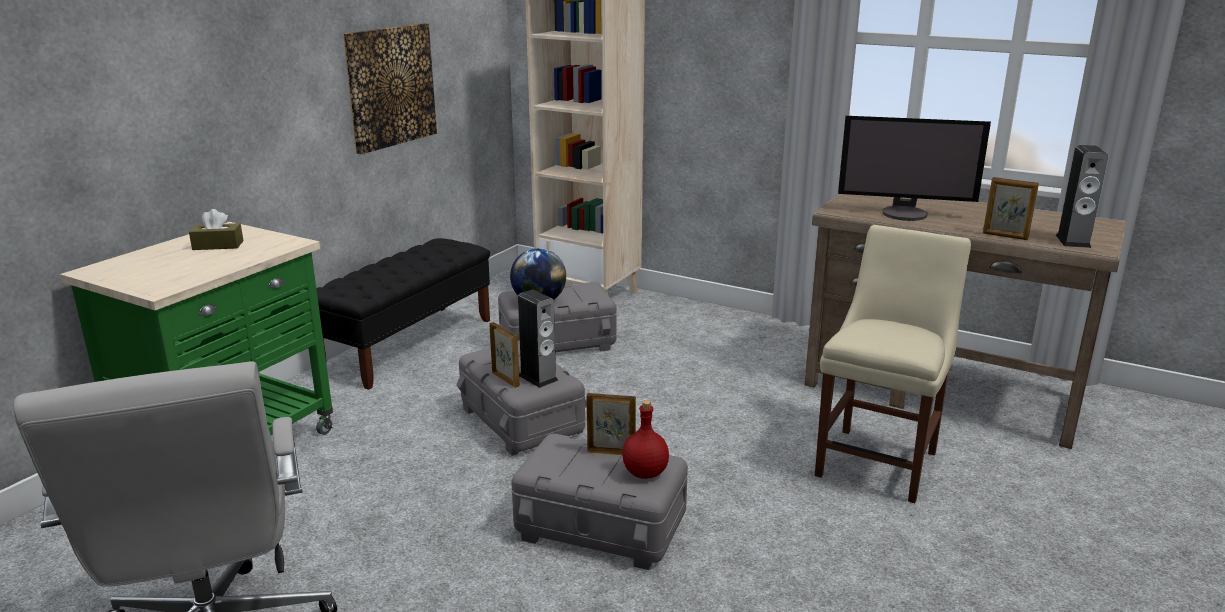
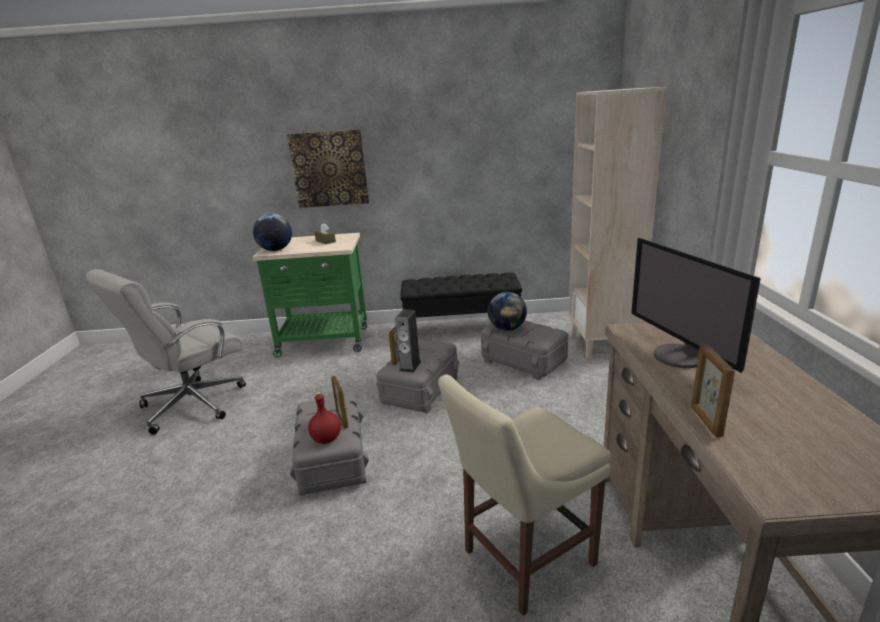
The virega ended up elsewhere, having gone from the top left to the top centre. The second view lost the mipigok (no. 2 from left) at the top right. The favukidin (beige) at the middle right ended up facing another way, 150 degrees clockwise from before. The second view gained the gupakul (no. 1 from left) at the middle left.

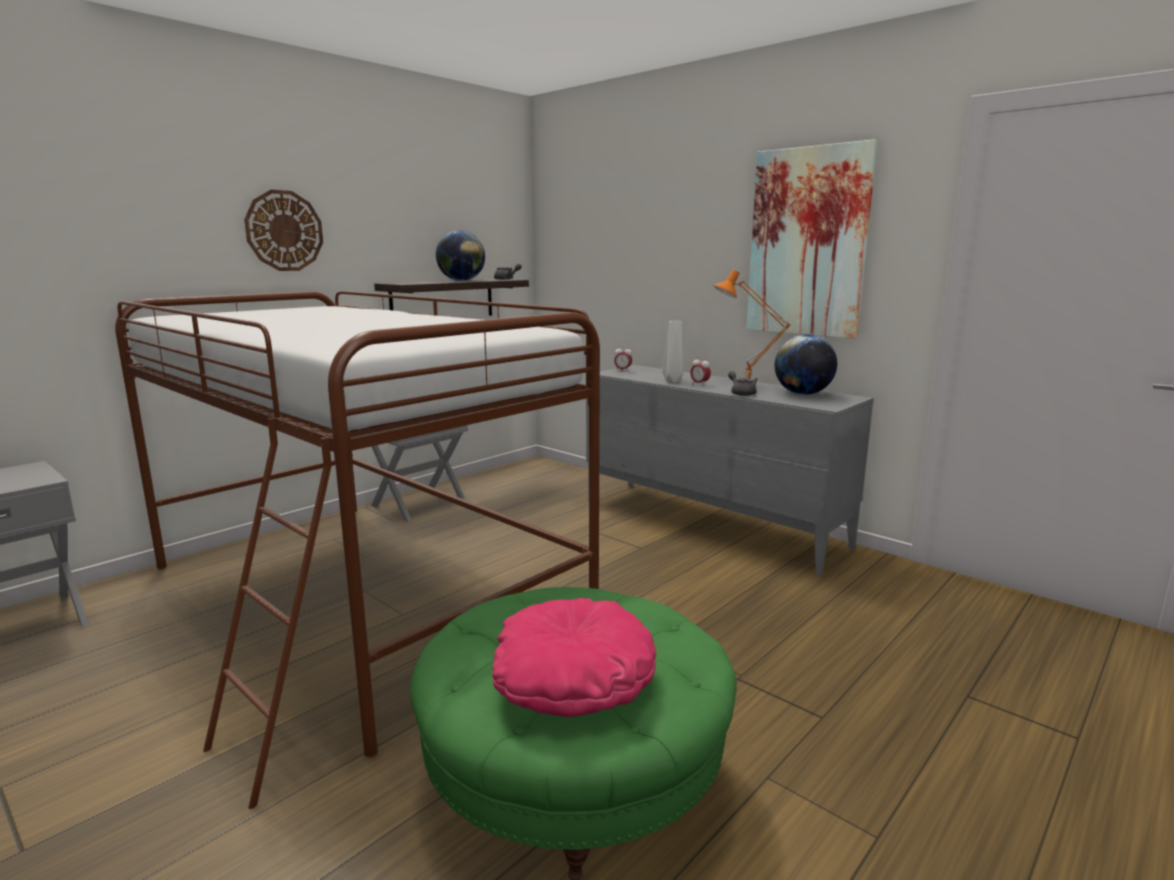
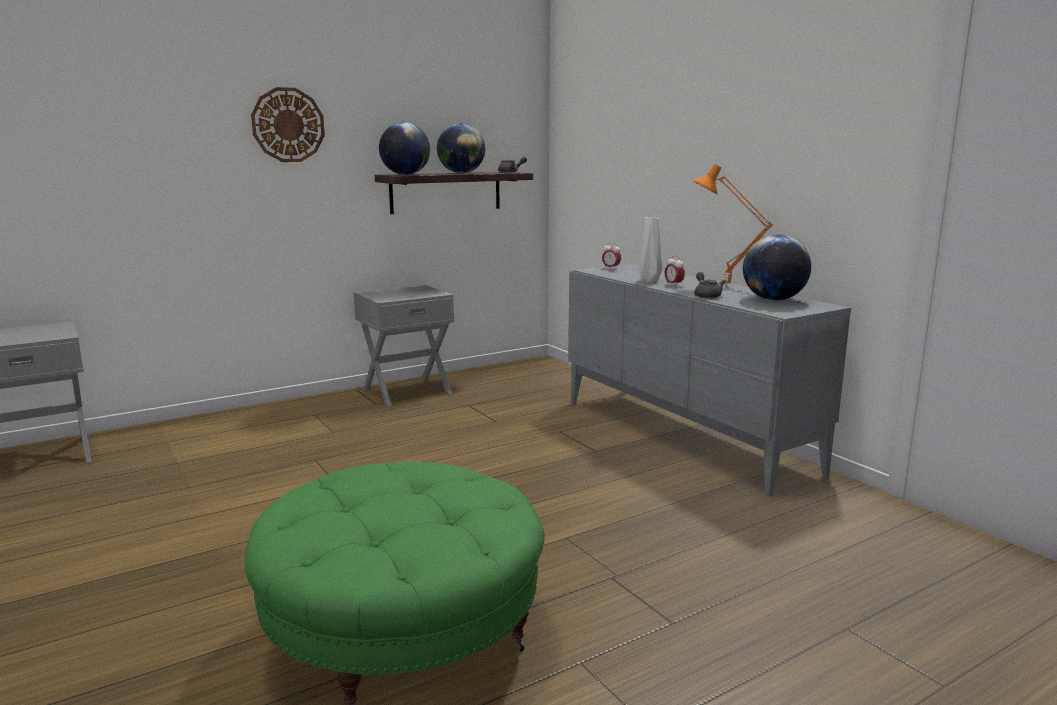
The second view lost the virega at the top right. The second view lost the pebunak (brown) at the middle left. The second view lost the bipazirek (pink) at the bottom centre. The second view gained the gupakul (no. 1 from left) at the top centre.

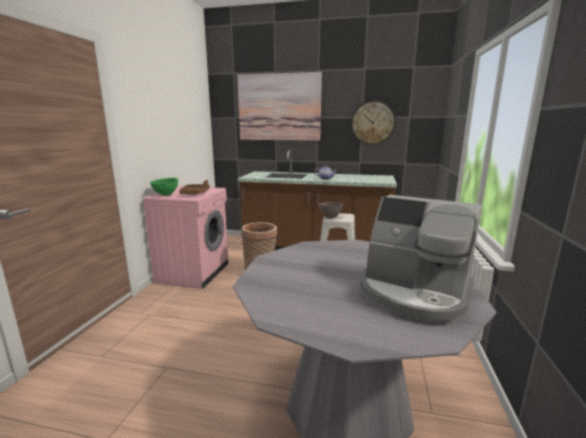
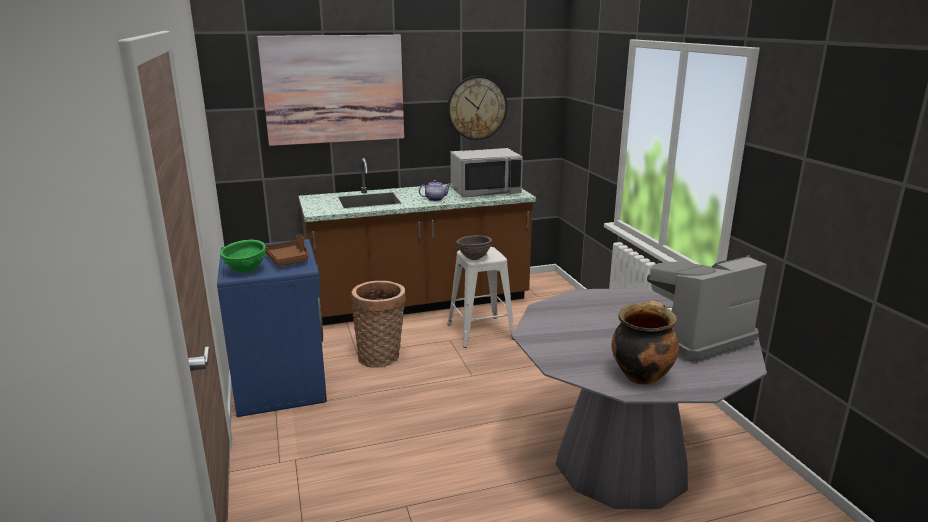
What was the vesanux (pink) at the middle left turned into the vesanux (blue) at the middle left. The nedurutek at the middle right ended up facing another way, 150 degrees clockwise from before. The second view gained the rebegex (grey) at the top centre. The second view gained the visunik at the middle right.

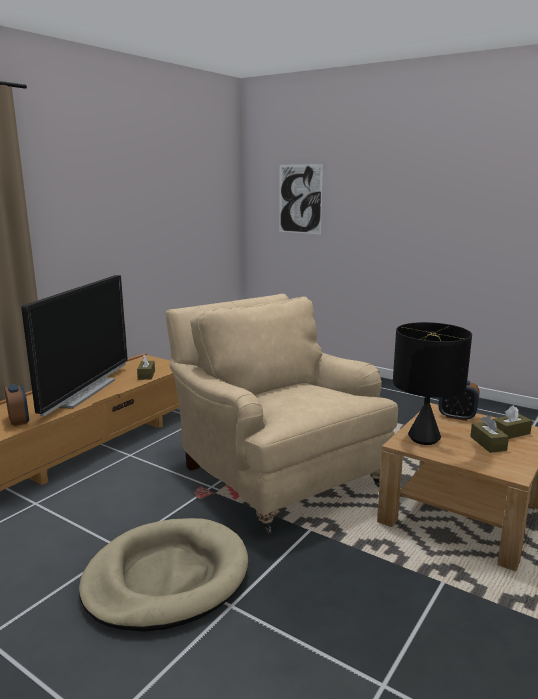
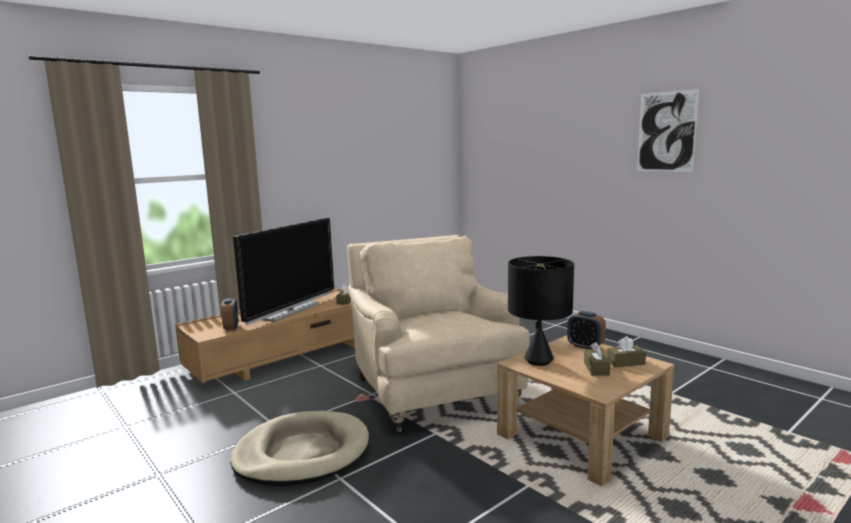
The virega ended up elsewhere, having gone from the top centre to the top right.

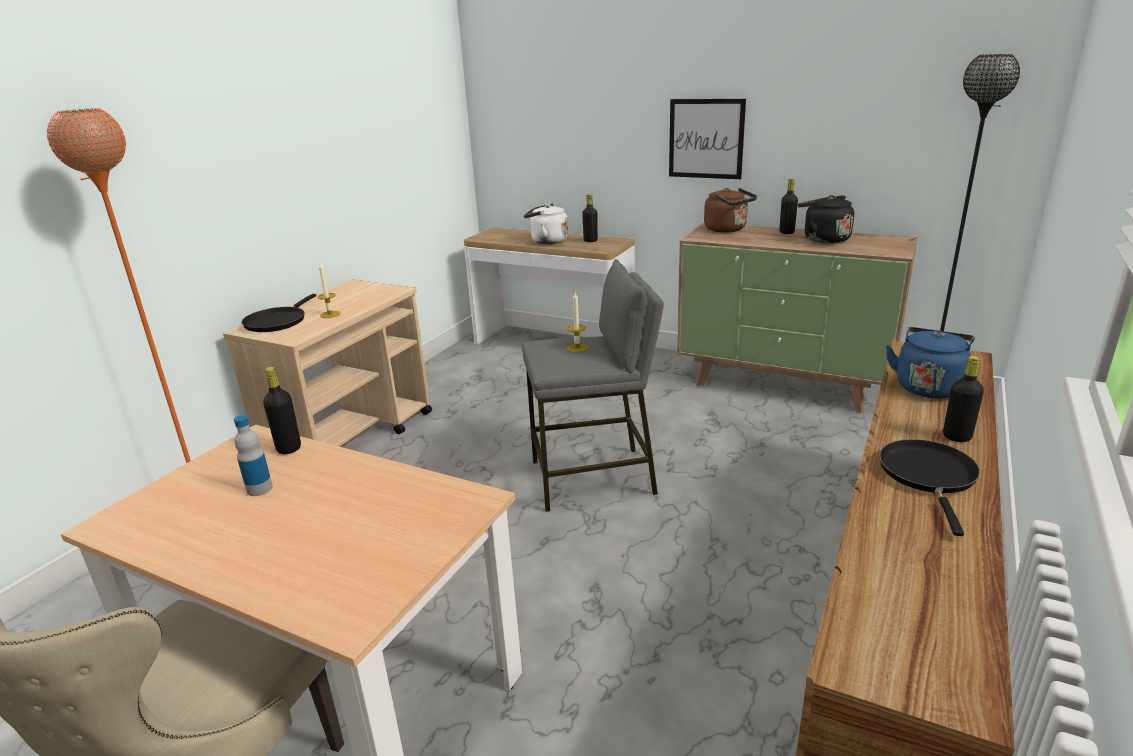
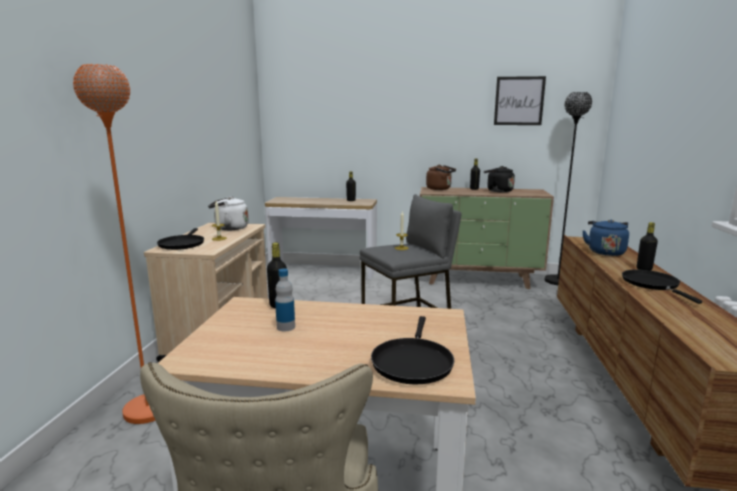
The virega ended up elsewhere, having gone from the top centre to the top right. The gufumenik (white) ended up elsewhere, having gone from the top centre to the middle left. The second view gained the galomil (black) (no. 2 from left) at the bottom centre.

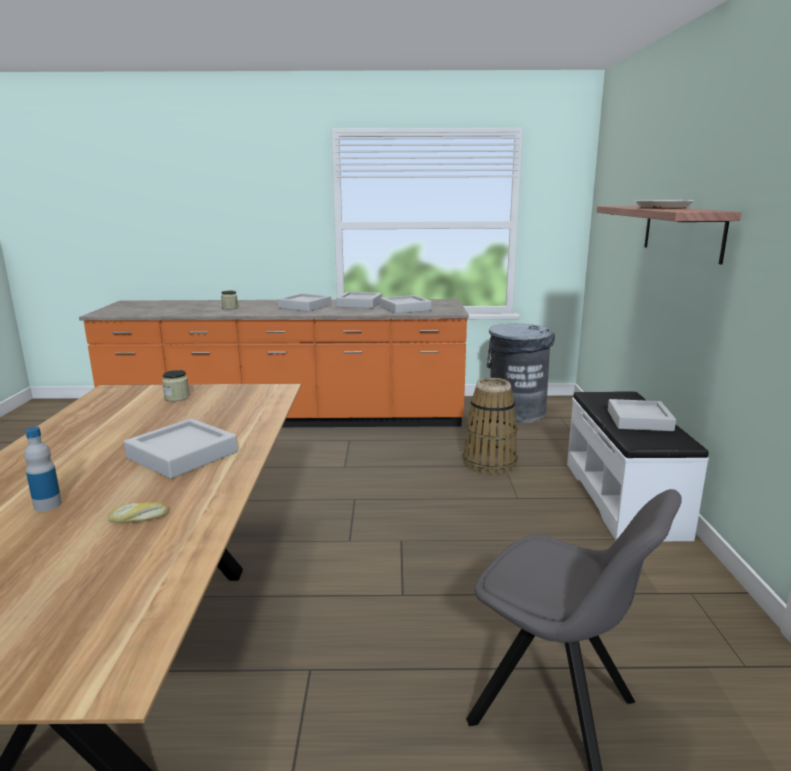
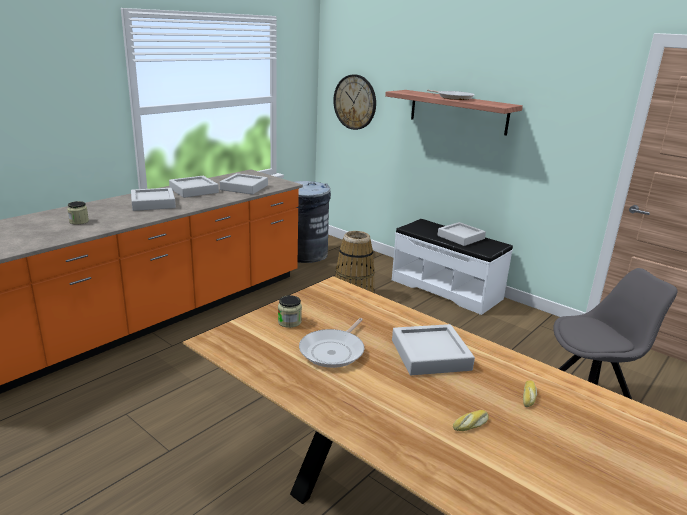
Where the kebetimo stood at the middle left, the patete (no. 1 from left) came to stand at the bottom right. The second view gained the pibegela at the top centre. The second view gained the galomil (no. 1 from left) at the centre.

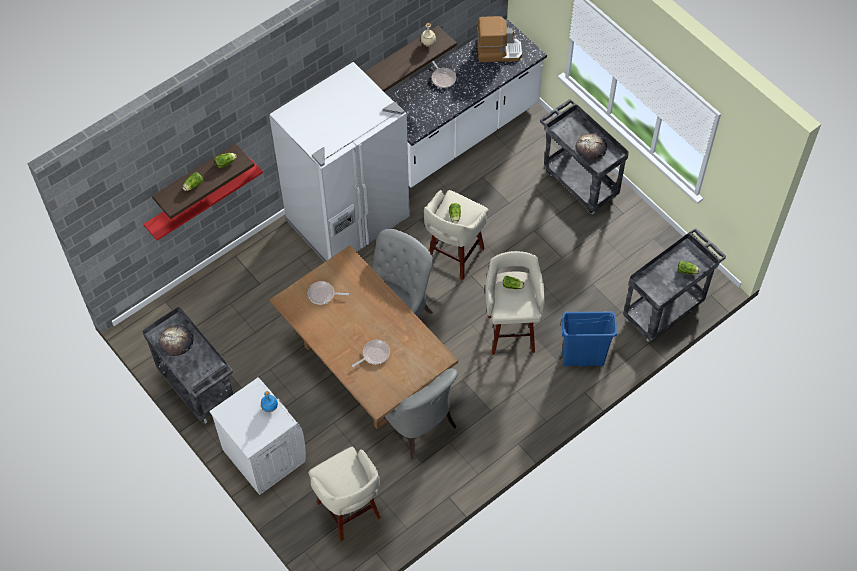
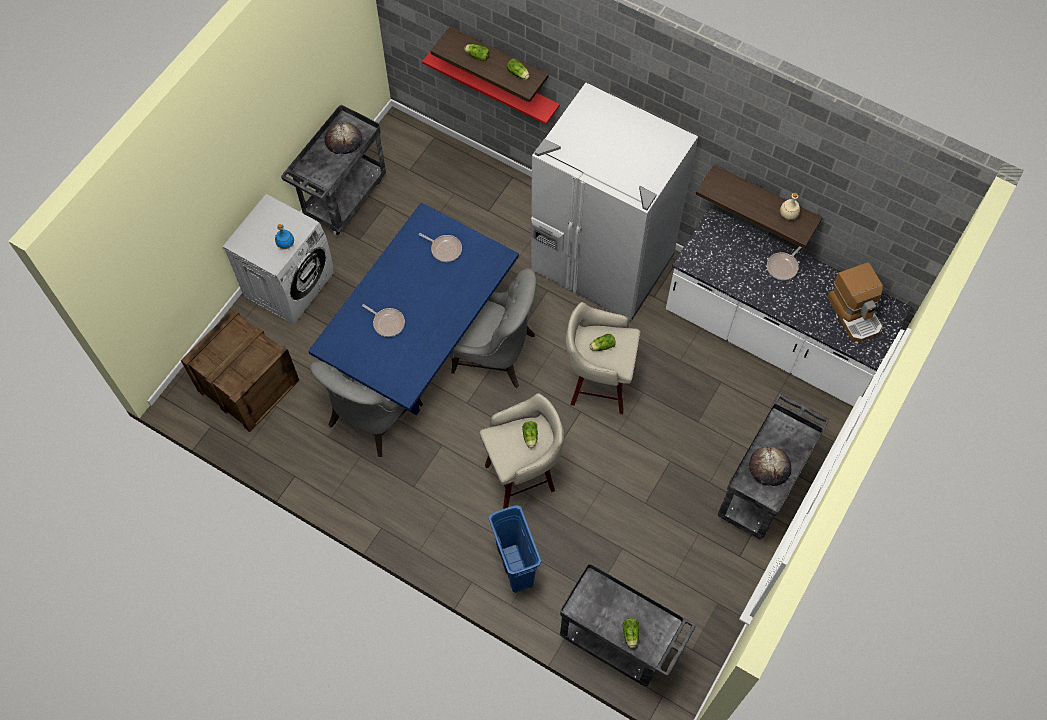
What was the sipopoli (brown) at the centre turned into the sipopoli (blue) at the centre. The galomil (no. 1 from left in the first image) at the centre ended up facing another way, 135 degrees clockwise from before. Where the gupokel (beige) (no. 1 from left) stood at the bottom centre, the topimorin came to stand at the middle left.

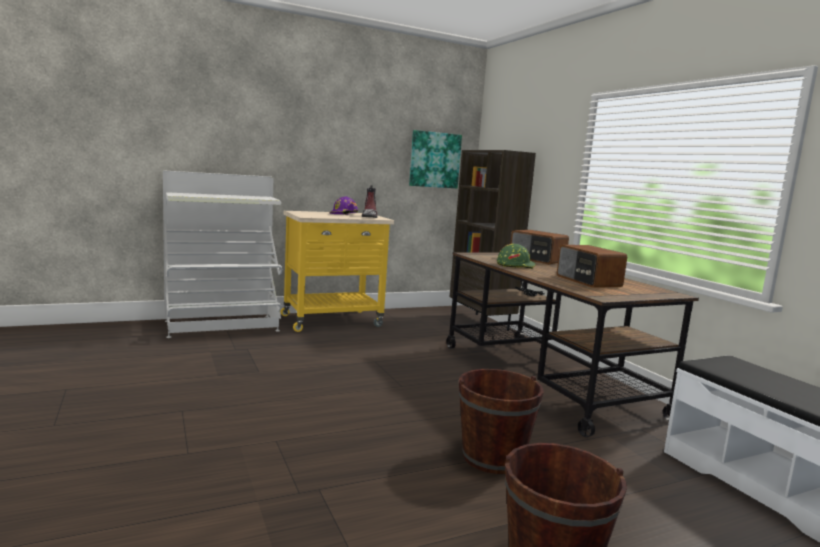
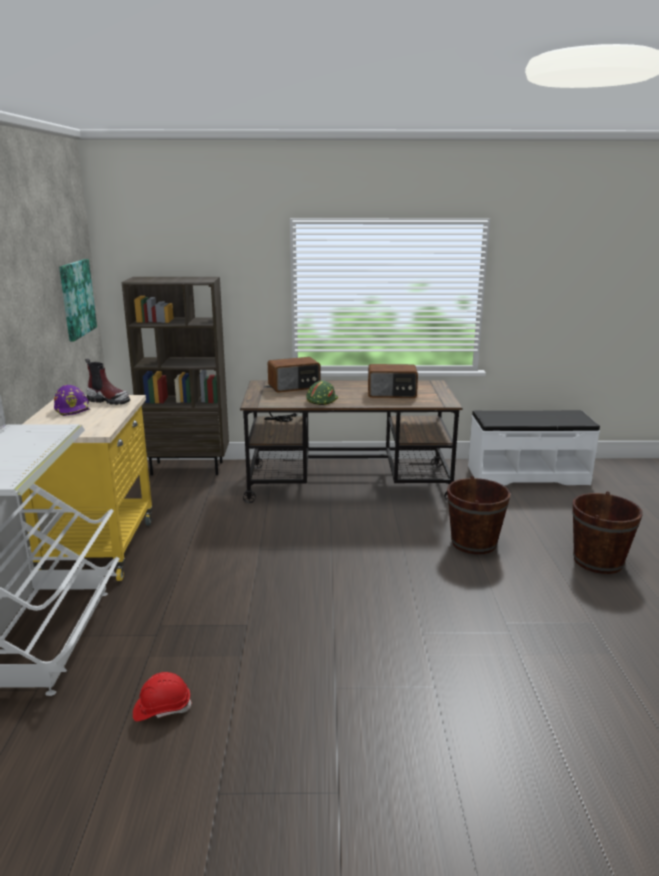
The second view gained the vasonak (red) at the bottom left.

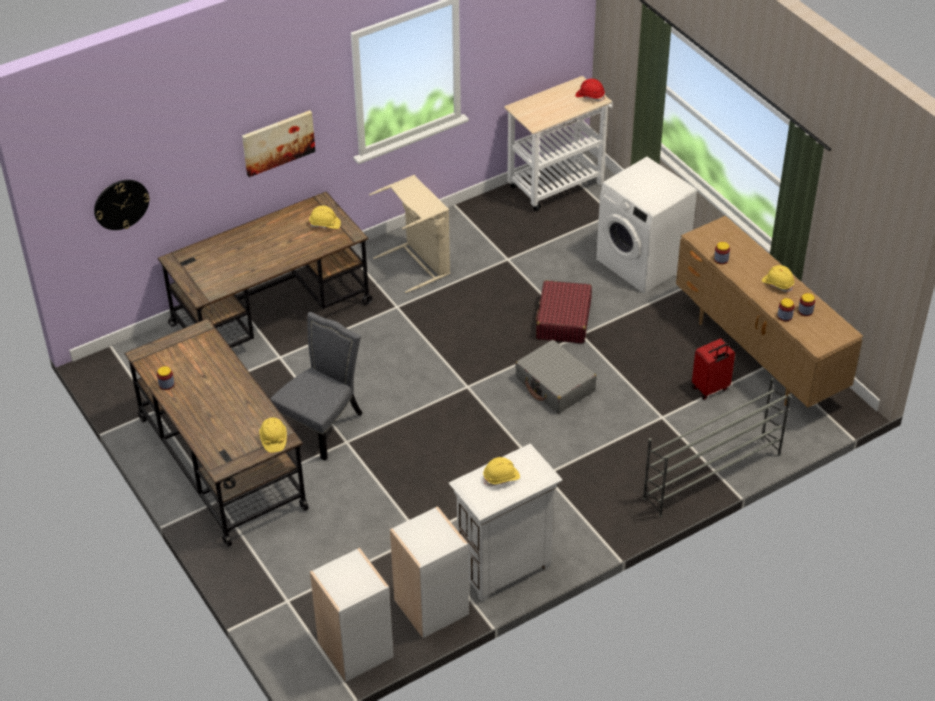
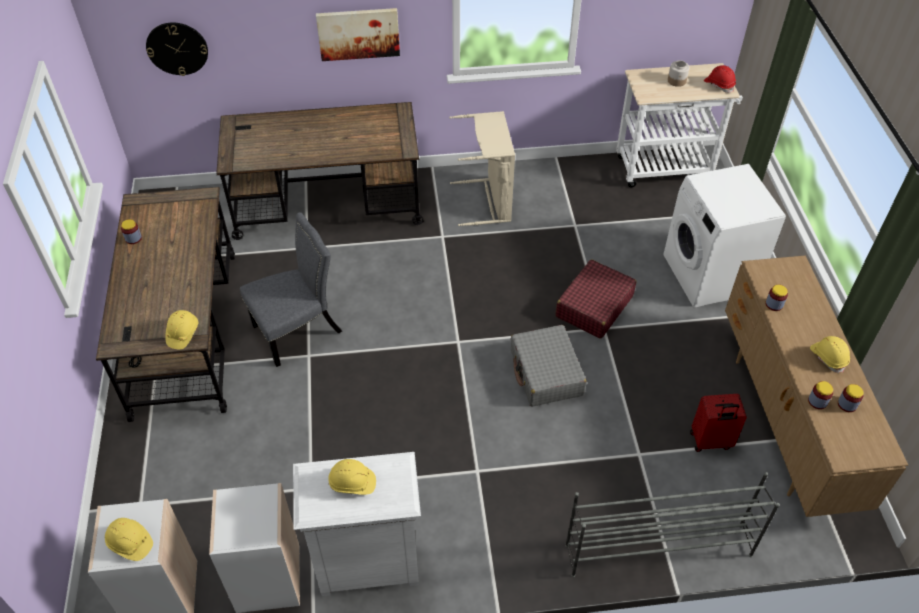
The vasonak (yellow) (no. 2 from left in the first image) ended up elsewhere, having gone from the top centre to the bottom left. The second view gained the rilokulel (no. 2 from left) at the top right.

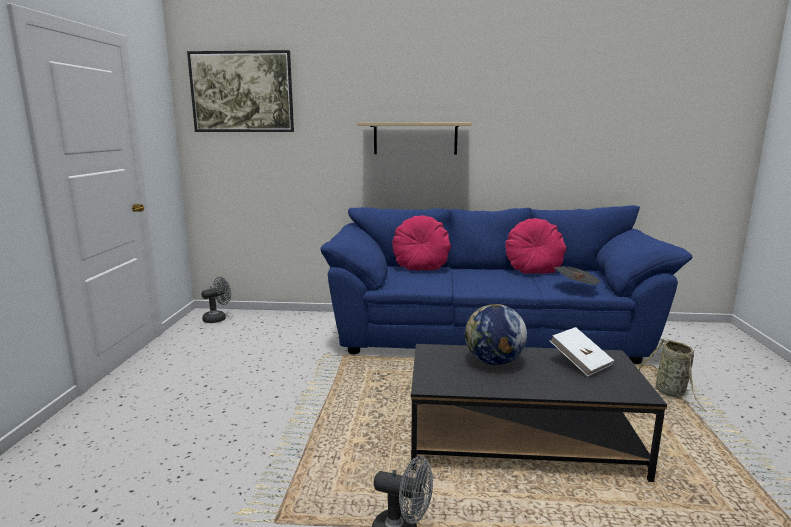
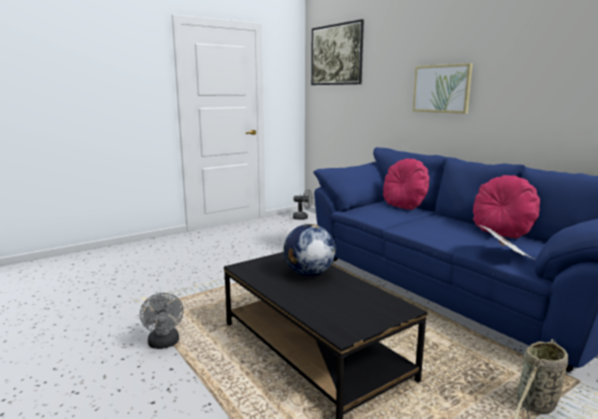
Where the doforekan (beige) hung at the top centre, the virega (no. 2 from left) came to hang at the top right. The second view lost the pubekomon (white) at the middle right.

